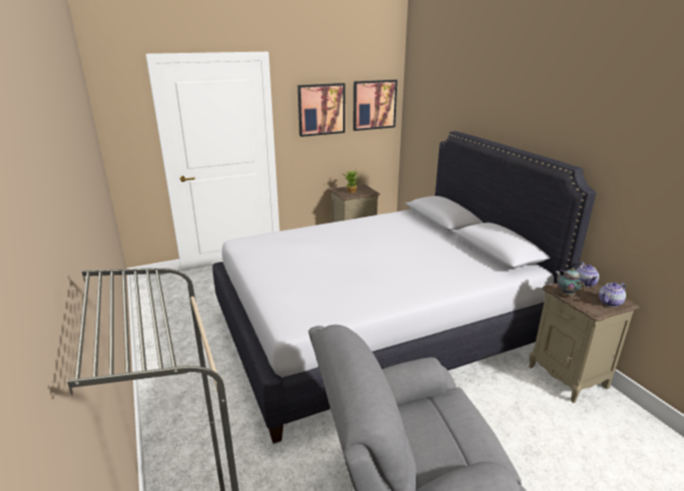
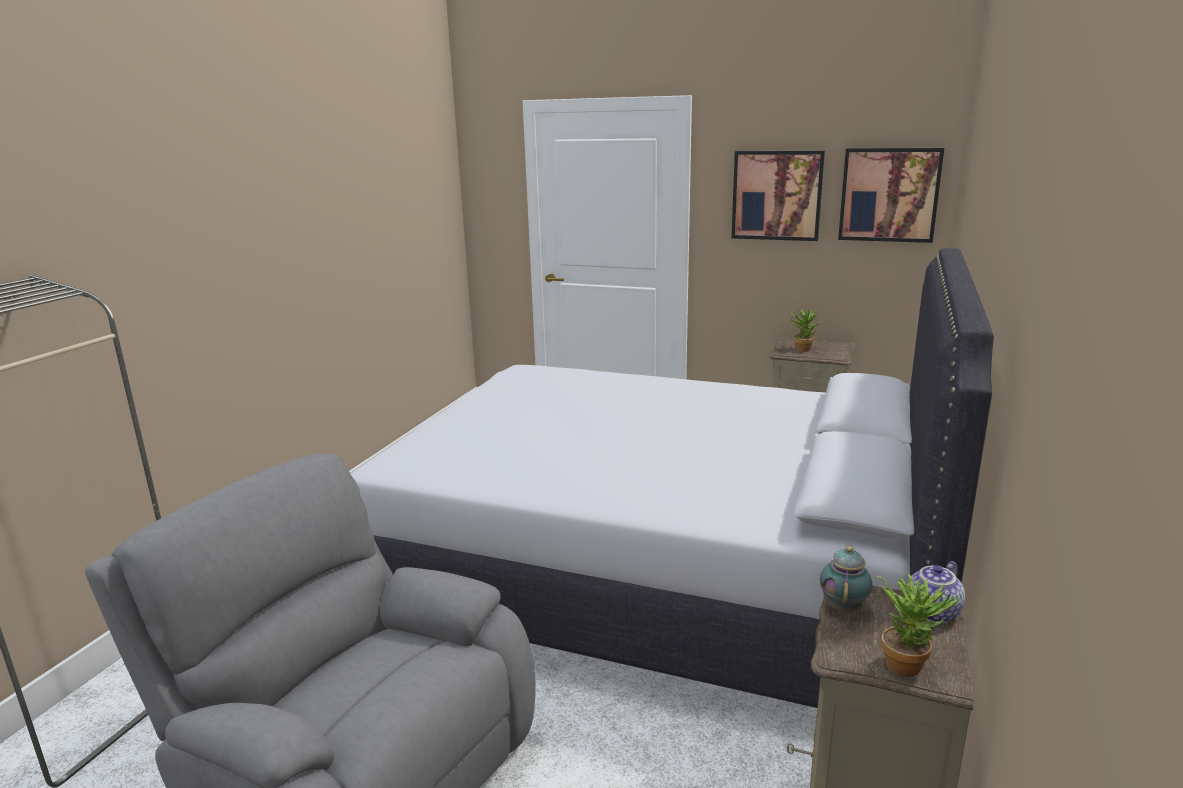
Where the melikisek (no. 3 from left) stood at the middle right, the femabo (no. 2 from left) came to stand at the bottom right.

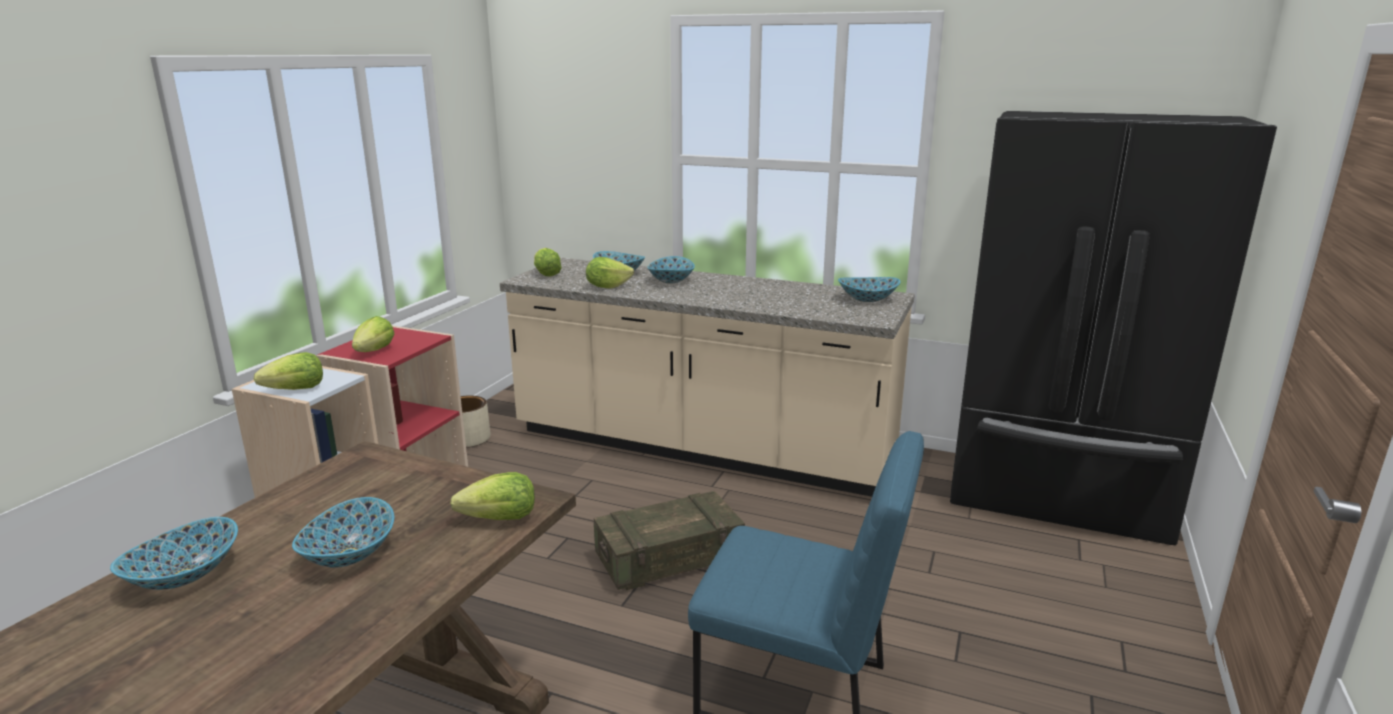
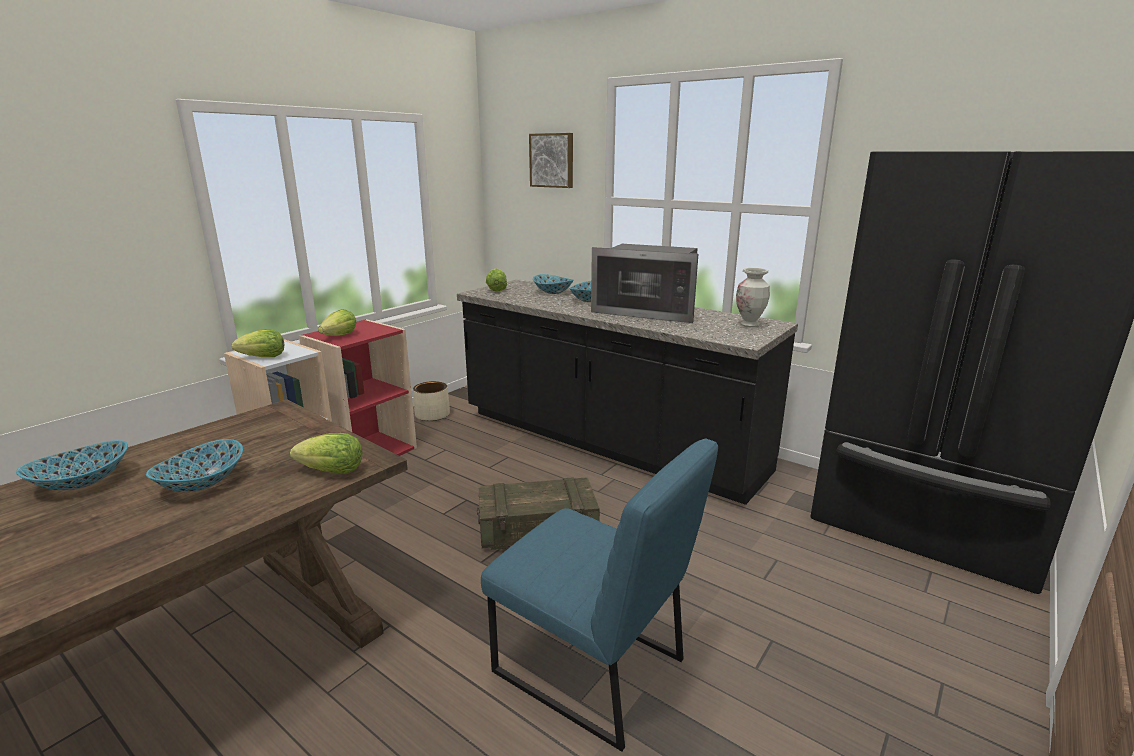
The second view lost the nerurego (no. 5 from left) at the centre. What was the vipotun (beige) at the centre turned into the vipotun (black) at the centre. Where the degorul (no. 5 from left) stood at the centre, the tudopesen came to stand at the centre. The second view gained the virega at the top centre. The second view gained the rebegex at the centre.

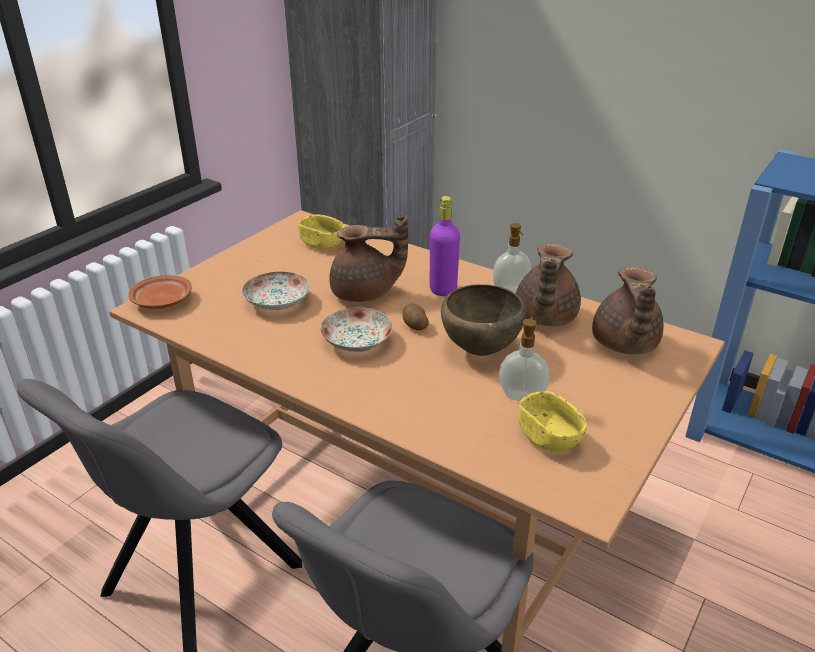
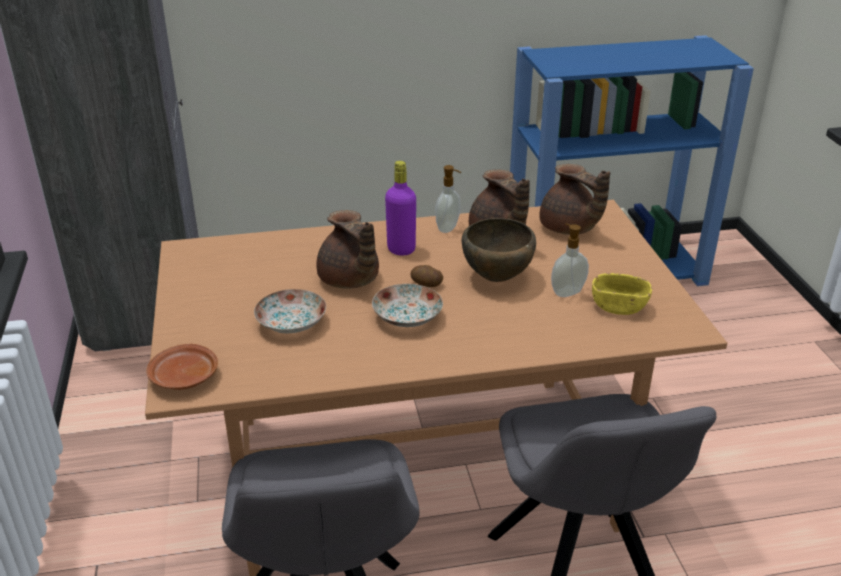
The second view lost the degorul (yellow) (no. 1 from left) at the centre. The melikisek (brown) (no. 1 from left) at the centre ended up facing another way, 105 degrees clockwise from before.

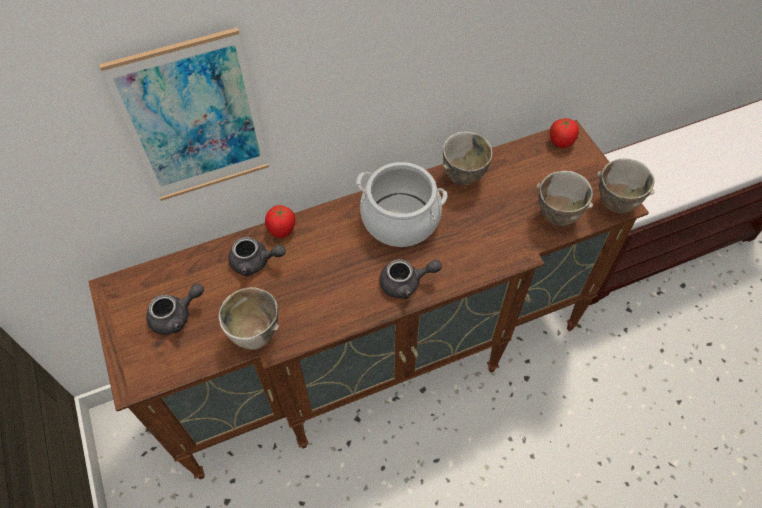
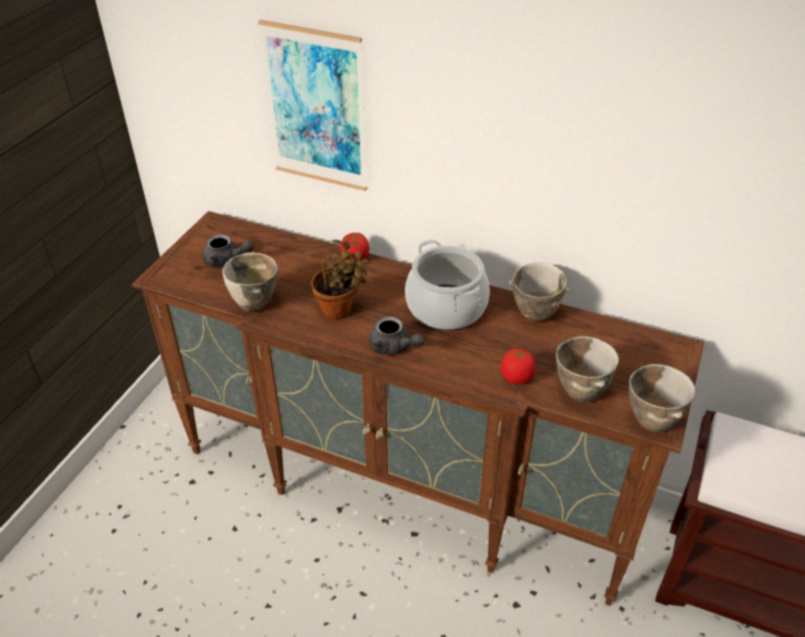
The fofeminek (no. 2 from left) ended up elsewhere, having gone from the top right to the centre. The second view lost the melikisek (grey) (no. 2 from left) at the centre. The second view gained the femabo at the centre.

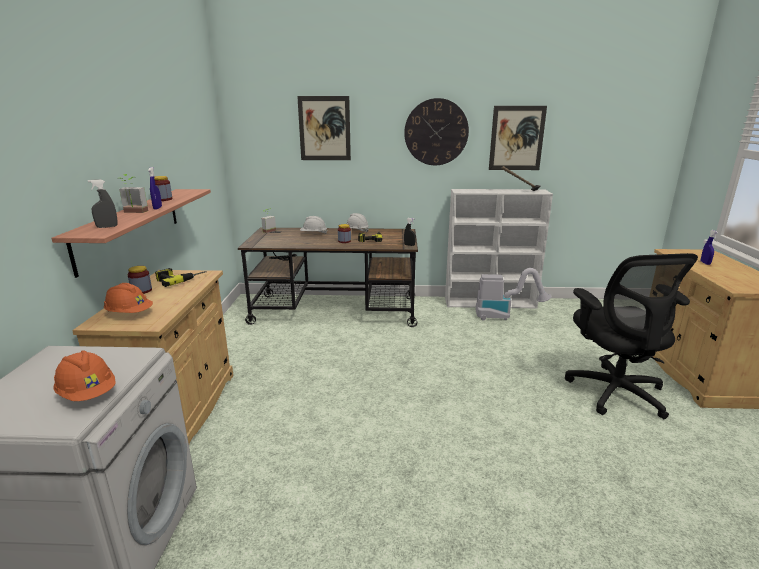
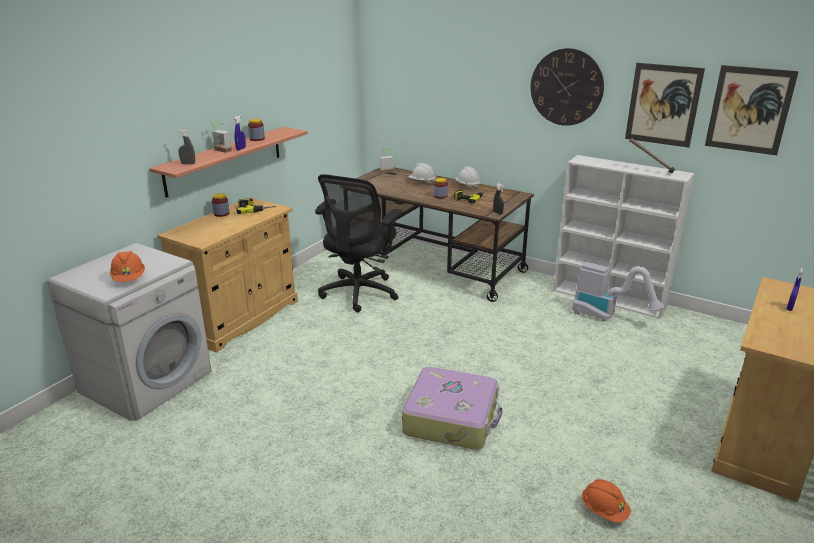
The virega (no. 1 from left in the first image) ended up elsewhere, having gone from the top centre to the top right. The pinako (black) ended up elsewhere, having gone from the middle right to the centre. The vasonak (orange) (no. 2 from left) ended up elsewhere, having gone from the middle left to the bottom right. The second view gained the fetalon at the bottom centre.

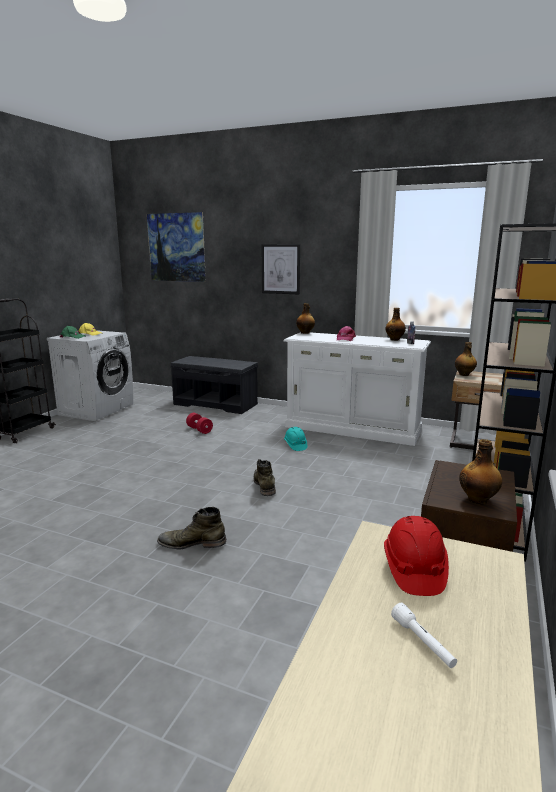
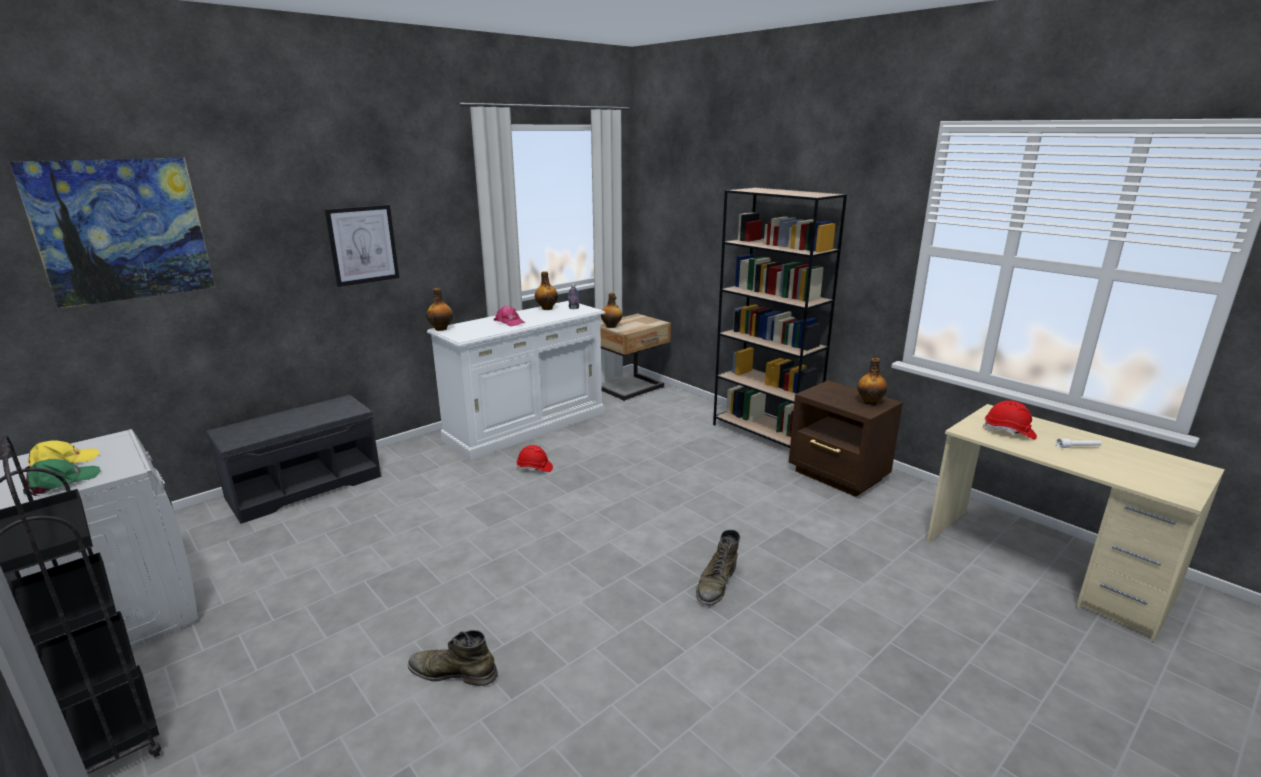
The second view lost the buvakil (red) at the centre. What was the vasonak (turquoise) at the centre turned into the vasonak (red) (no. 1 from left) at the centre. The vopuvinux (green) (no. 2 from left in the first image) ended up elsewhere, having gone from the centre to the bottom centre.

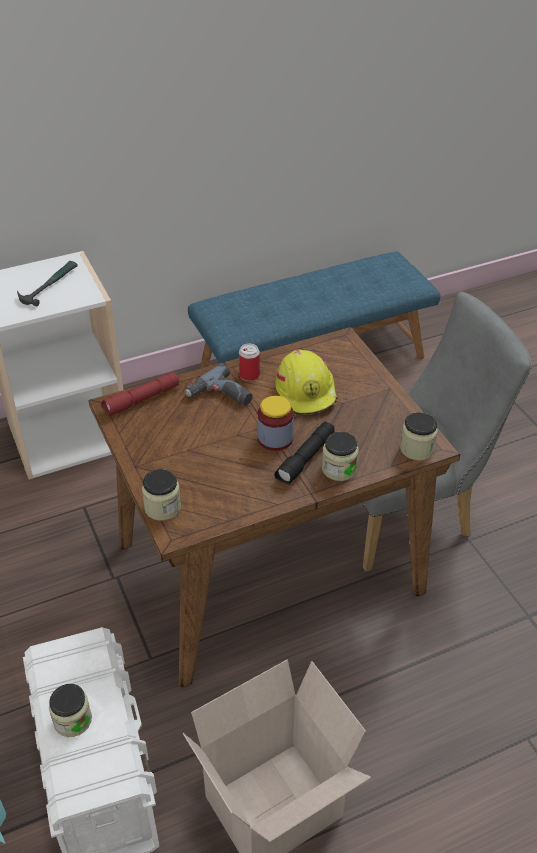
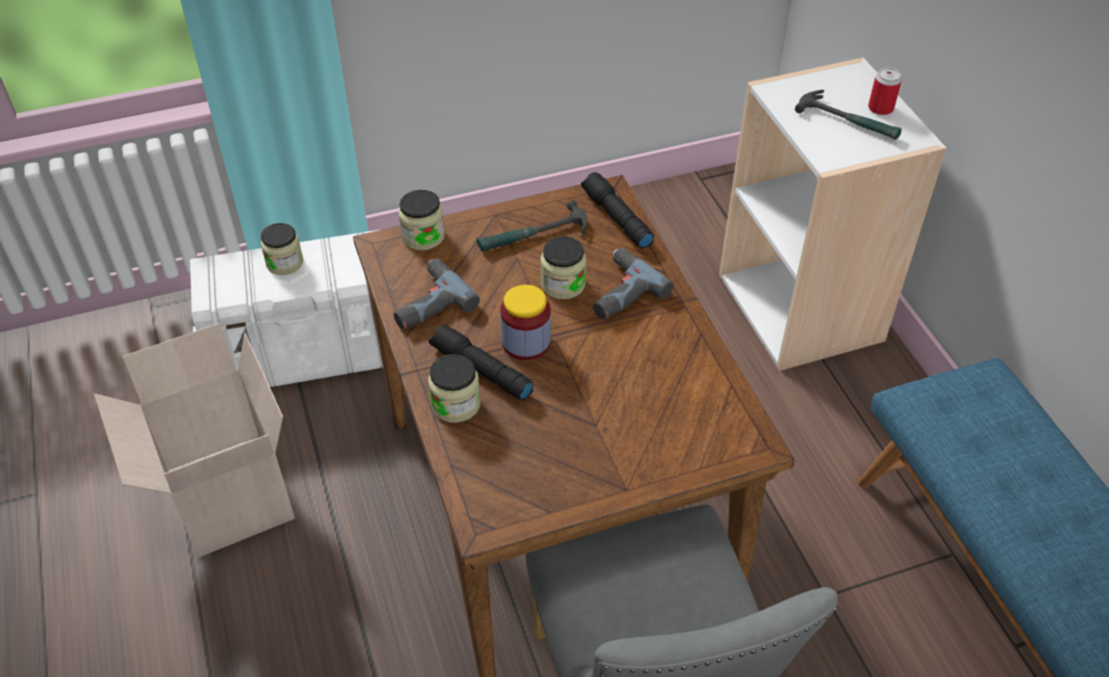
The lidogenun ended up elsewhere, having gone from the centre to the top right. The second view lost the vasonak (yellow) at the centre. What was the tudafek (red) at the middle left turned into the tudafek (black) (no. 2 from left) at the top centre. The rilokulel (no. 5 from left) ended up elsewhere, having gone from the middle right to the centre. The second view gained the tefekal (no. 1 from left) at the centre. The second view gained the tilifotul (no. 1 from left) at the centre.

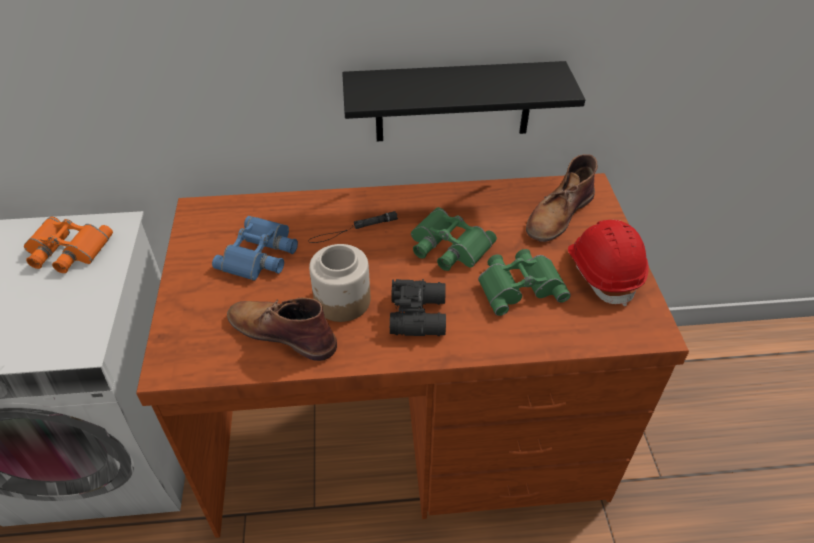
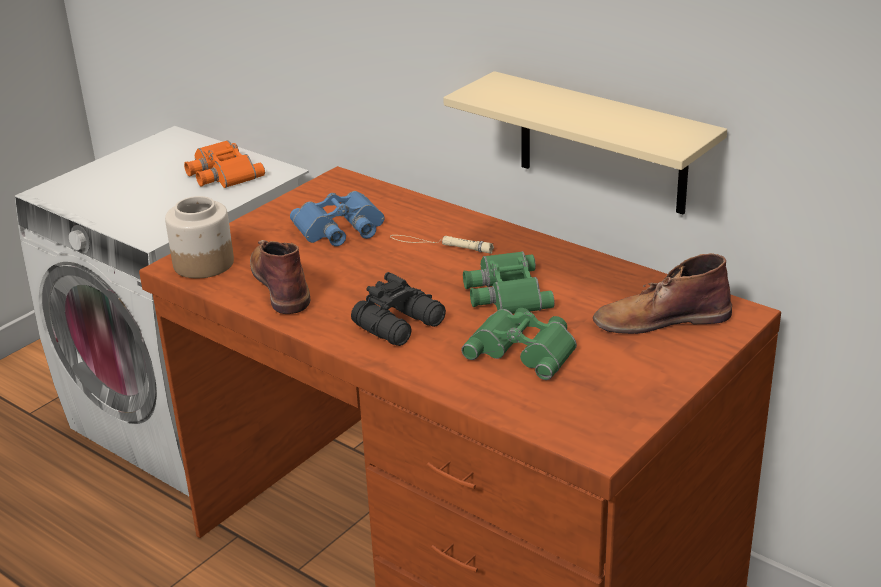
What was the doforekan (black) at the top centre turned into the doforekan (beige) at the top centre. What was the tudafek (black) at the centre turned into the tudafek (beige) at the centre. The second view lost the vasonak (red) at the middle right. The rilokulel ended up elsewhere, having gone from the centre to the middle left.

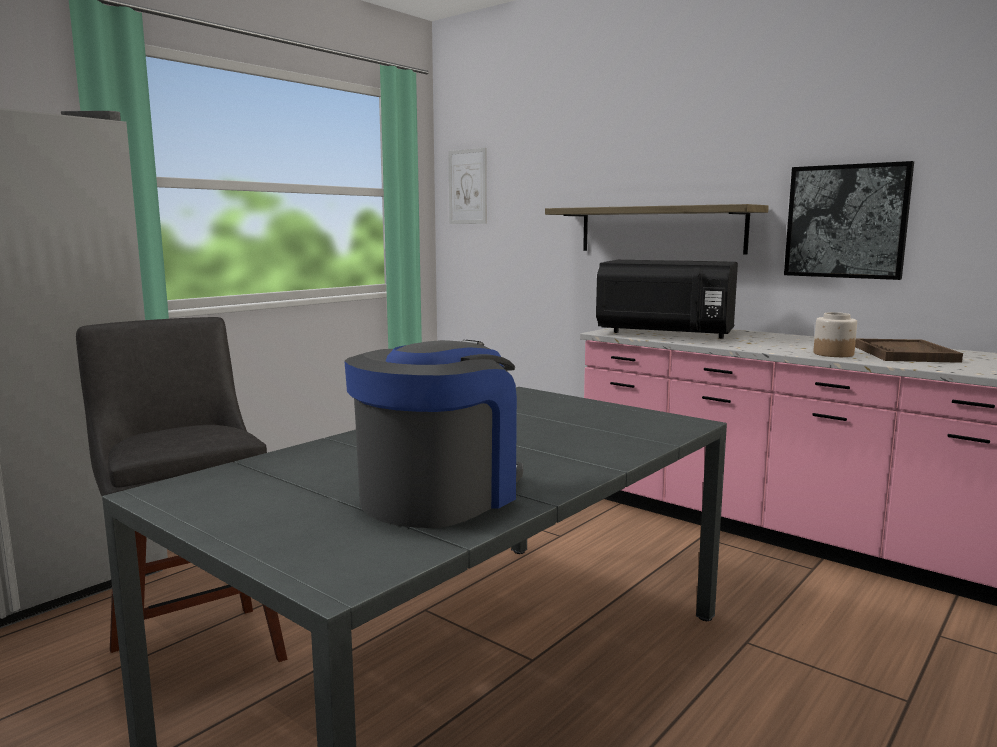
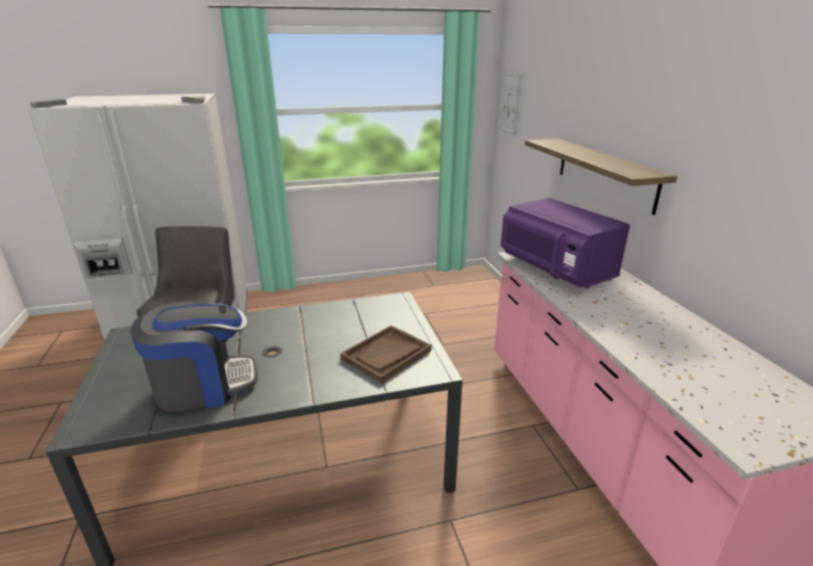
The second view lost the virega (no. 2 from left) at the top right. What was the rebegex (black) at the middle right turned into the rebegex (purple) at the middle right. The second view lost the rilokulel at the middle right. The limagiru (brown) ended up elsewhere, having gone from the middle right to the centre.

